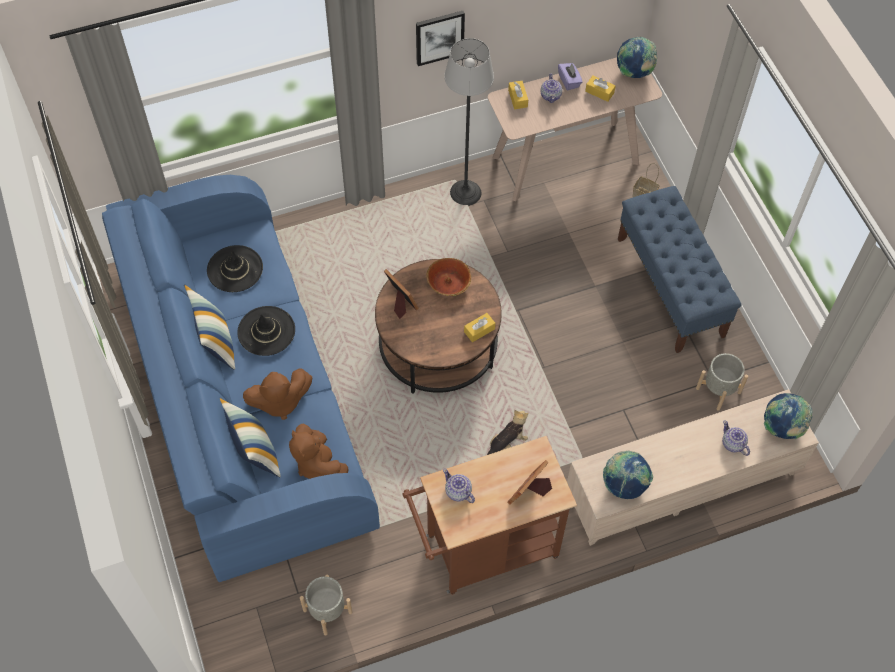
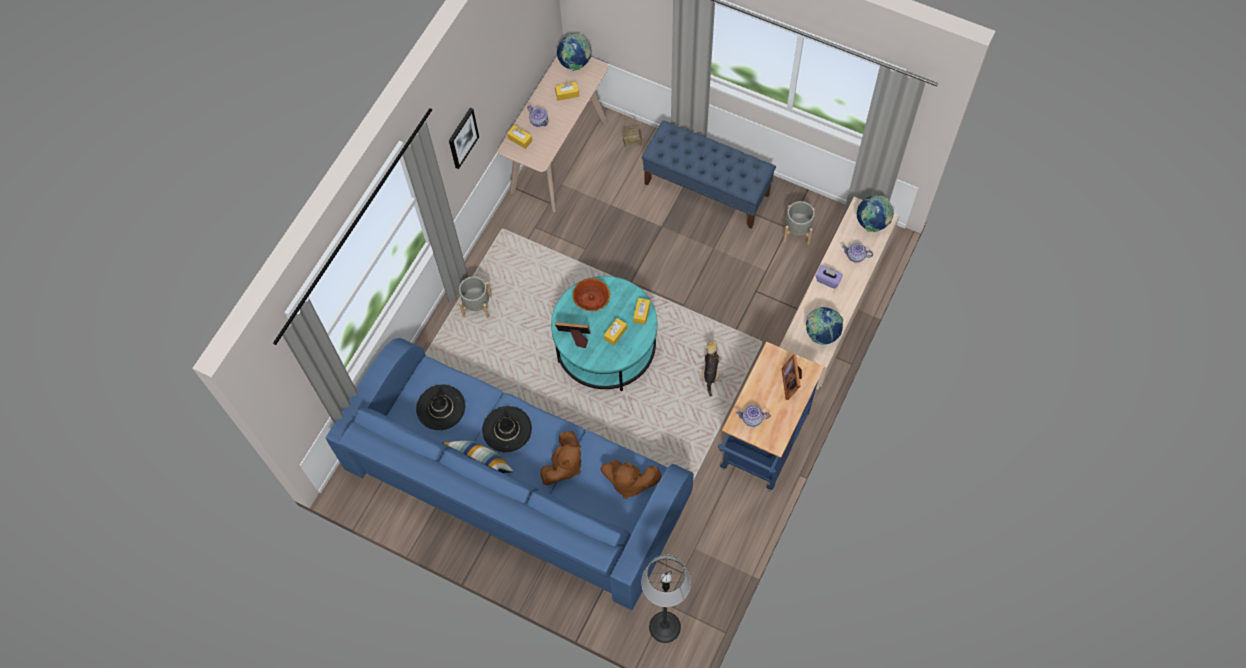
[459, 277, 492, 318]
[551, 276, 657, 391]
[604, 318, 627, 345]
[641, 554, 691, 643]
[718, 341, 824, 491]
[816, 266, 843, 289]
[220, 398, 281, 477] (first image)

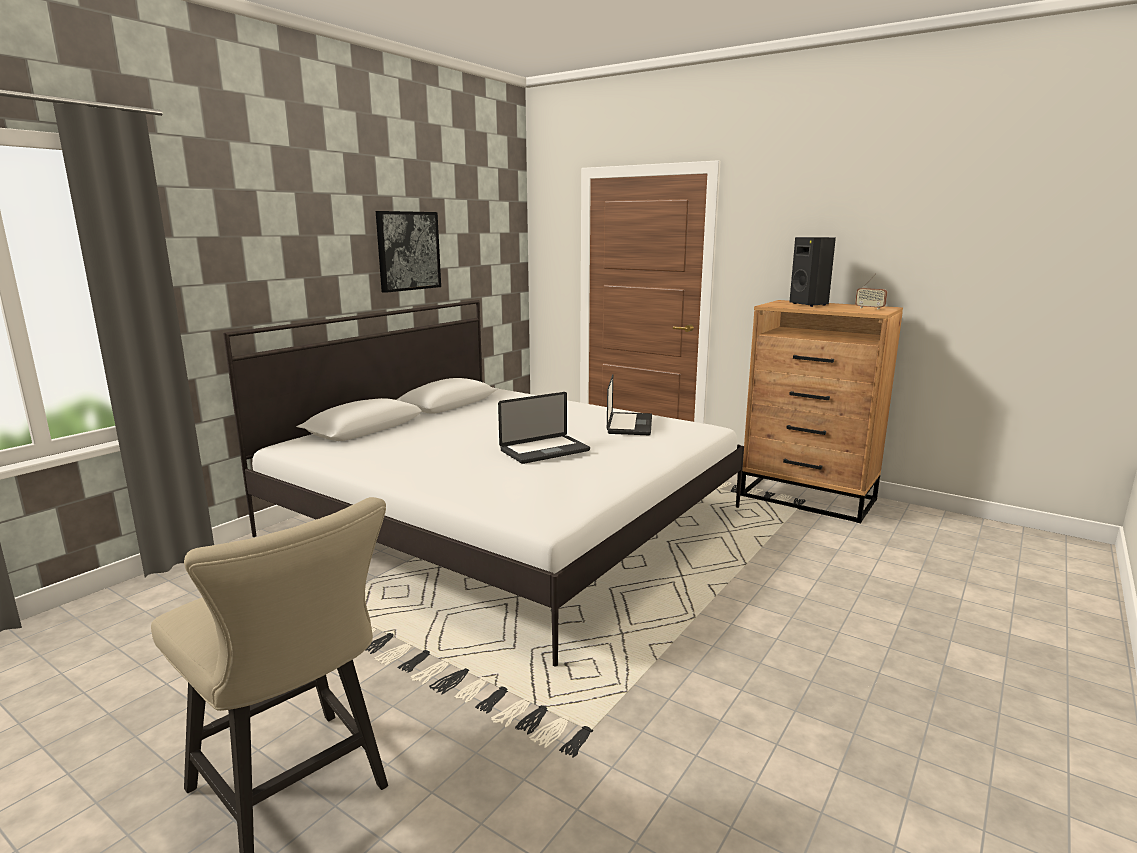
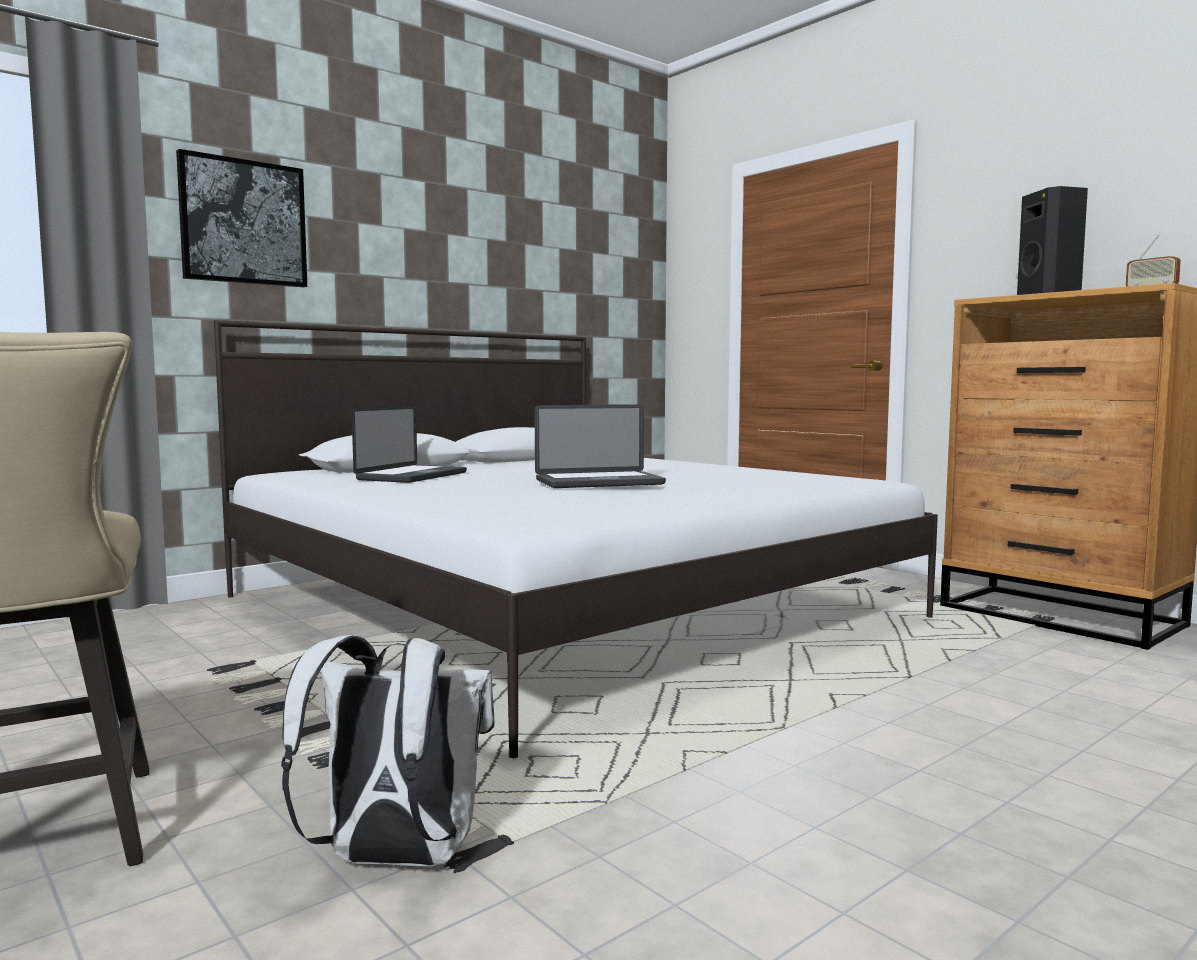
[176, 149, 307, 287]
[281, 635, 495, 866]
[352, 406, 467, 483]

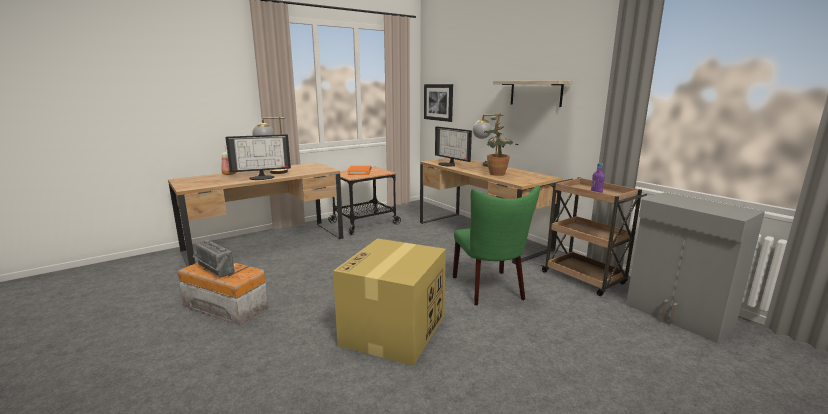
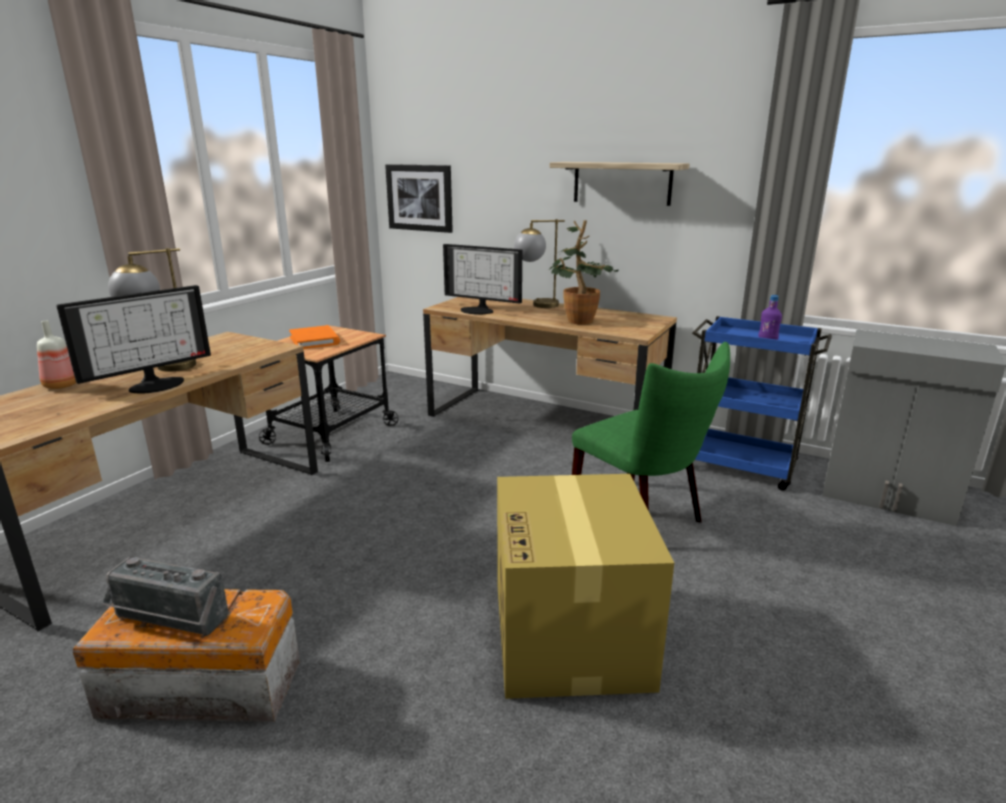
[685, 316, 832, 490]

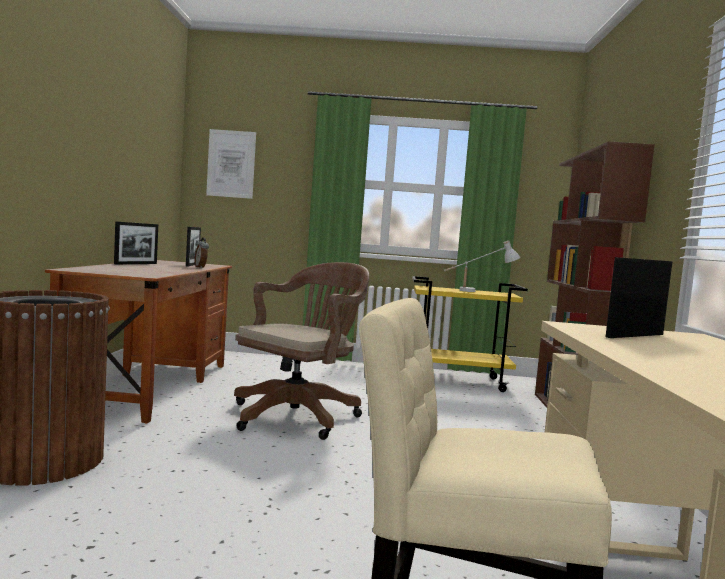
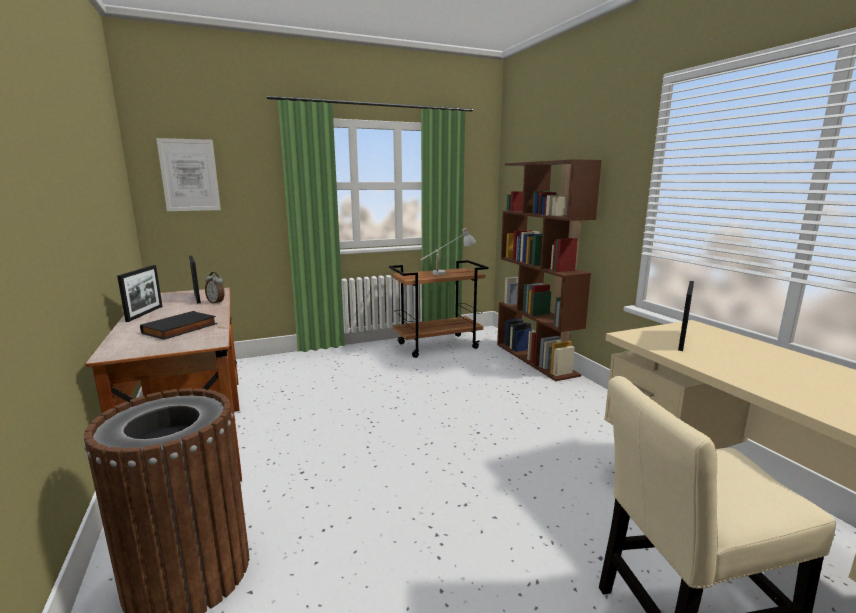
[140, 311, 217, 340]
[389, 260, 489, 358]
[234, 262, 369, 440] (first image)

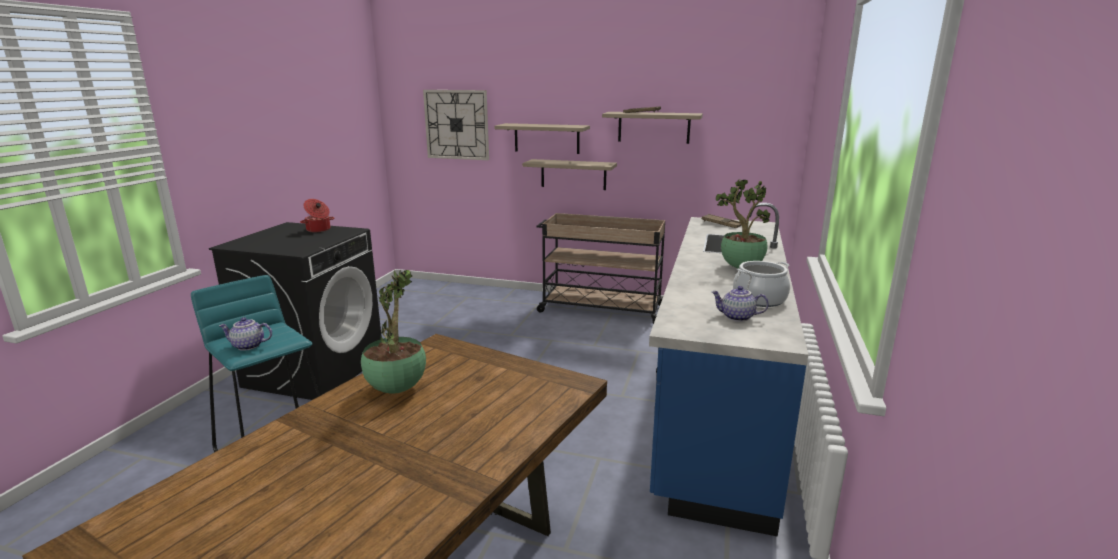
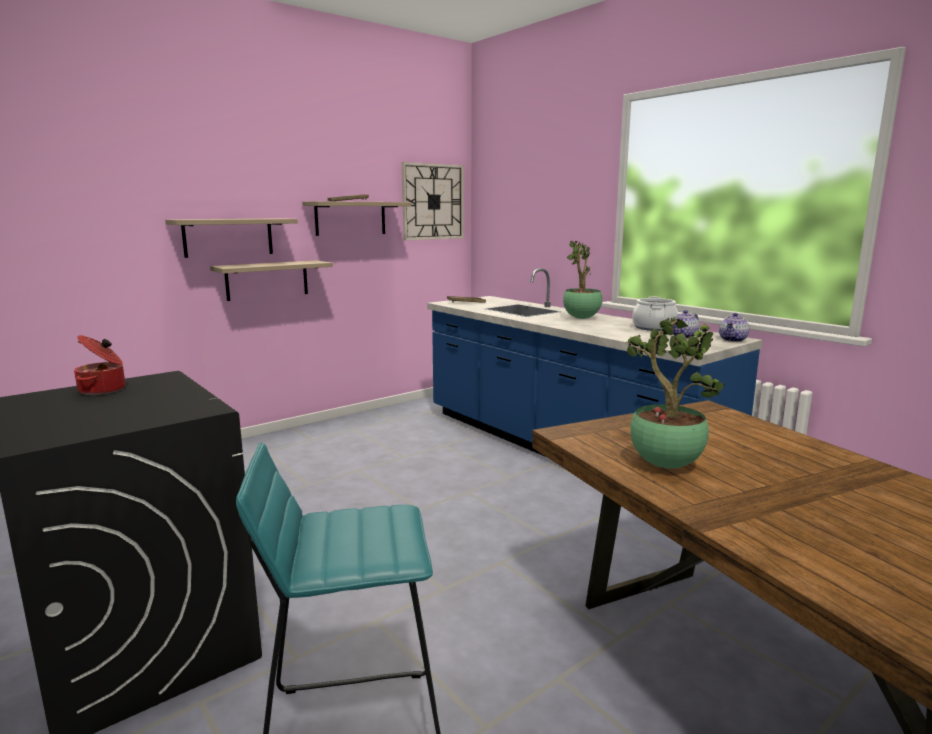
[402, 162, 464, 241]
[719, 313, 749, 342]
[537, 213, 665, 324] (first image)

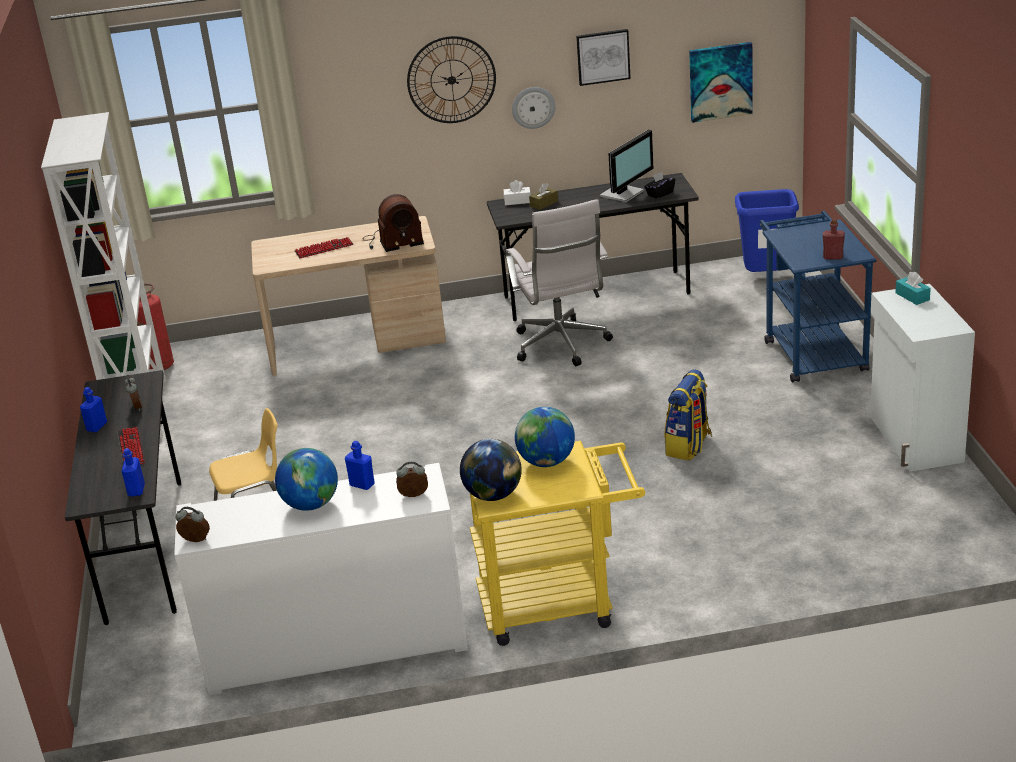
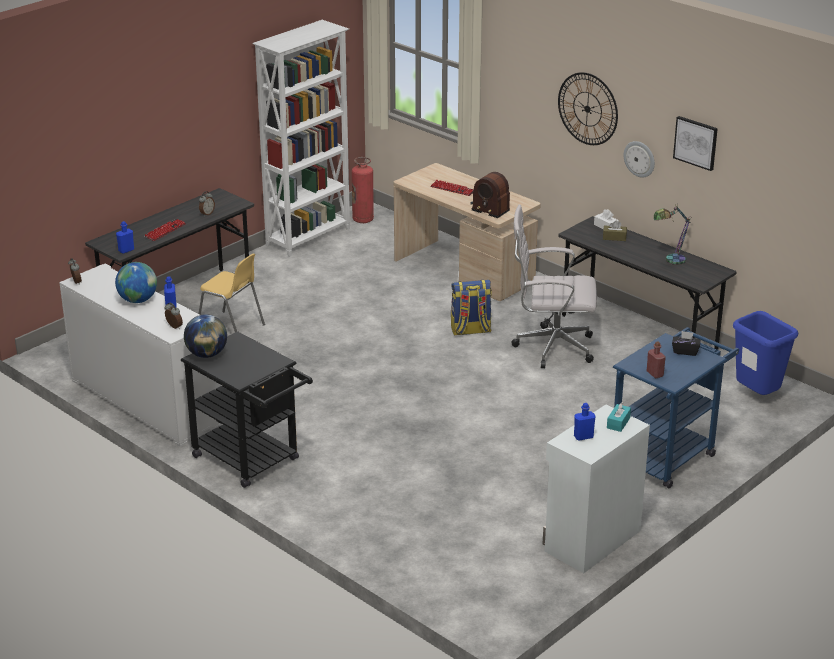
[181, 331, 313, 488]
[451, 280, 492, 336]
[511, 205, 597, 368]
[574, 403, 595, 441]
[654, 206, 691, 265]
[672, 331, 701, 356]
[515, 407, 575, 467] (first image)
[689, 42, 753, 123] (first image)

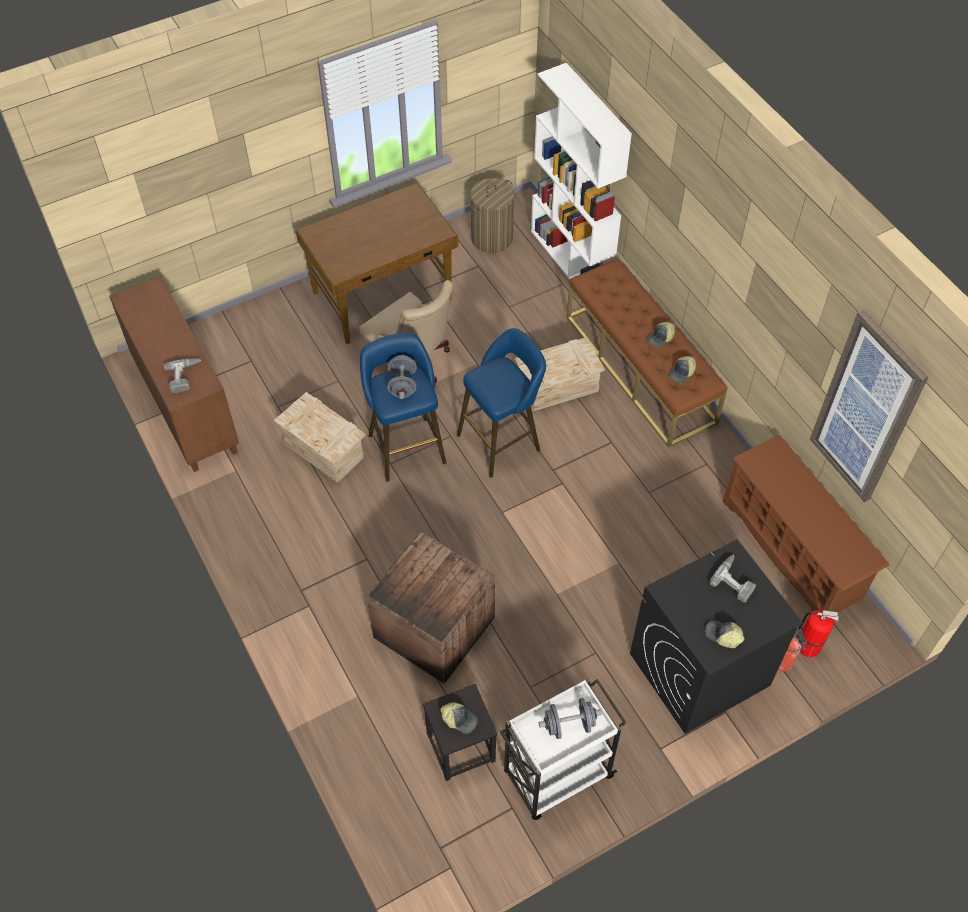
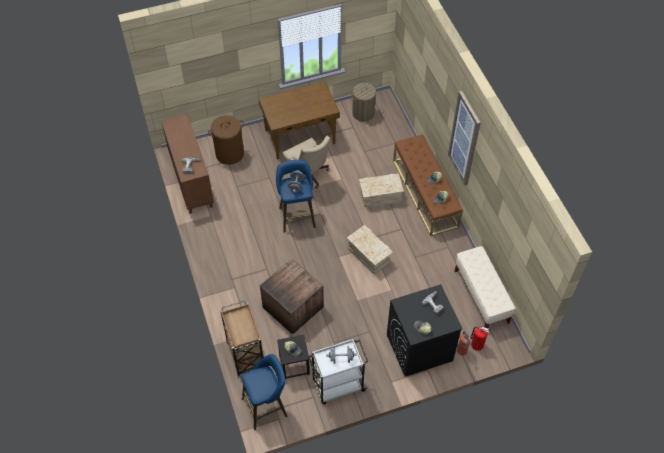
[208, 115, 244, 165]
[220, 301, 263, 379]
[242, 354, 287, 430]
[347, 225, 393, 275]
[448, 91, 481, 185]
[455, 246, 516, 328]
[531, 63, 632, 280] (first image)

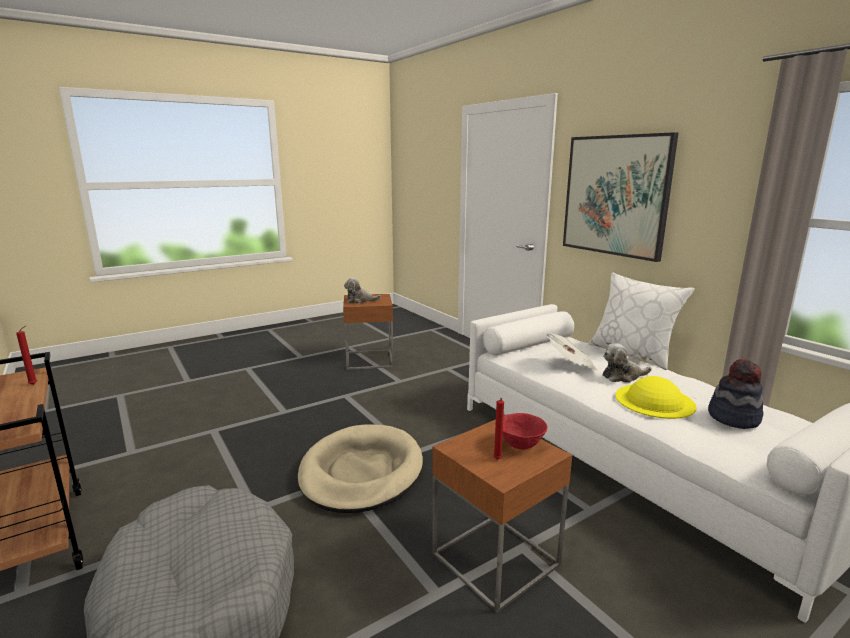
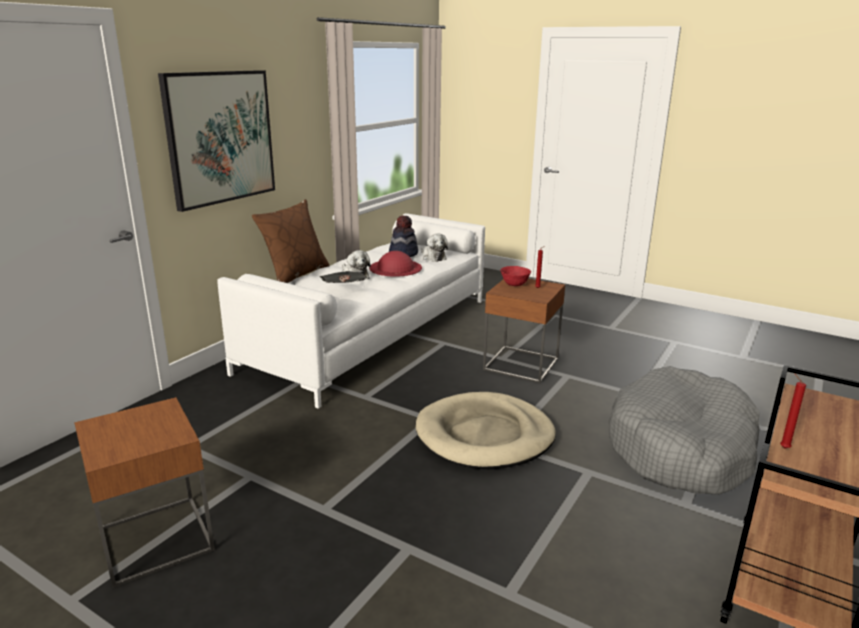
[252, 199, 330, 283]
[369, 251, 422, 277]
[421, 234, 448, 262]

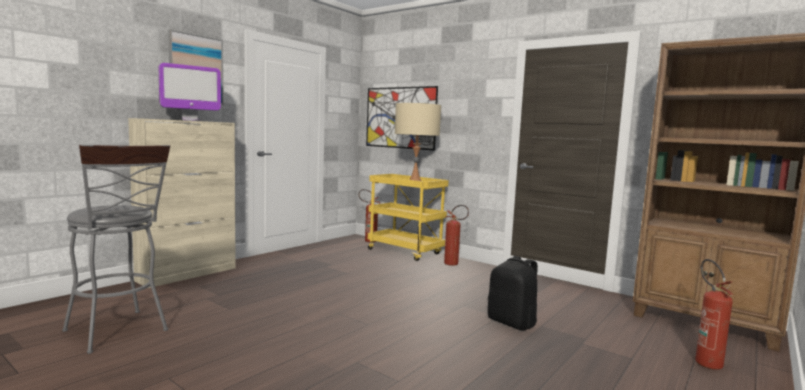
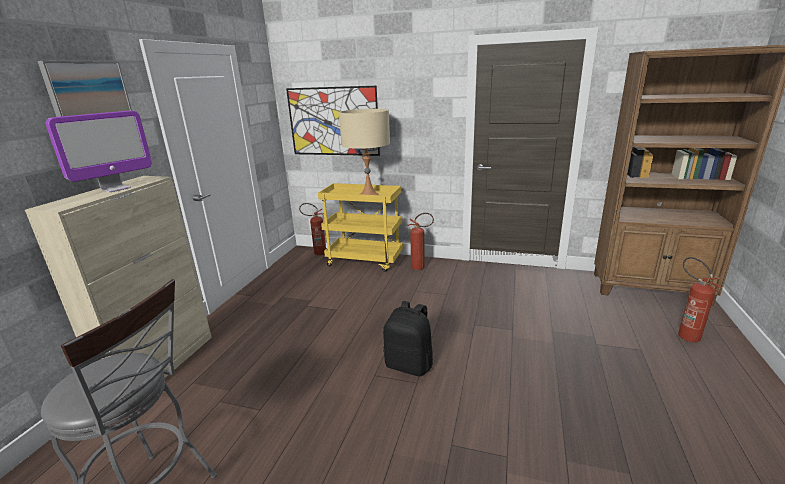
[383, 301, 433, 376]

